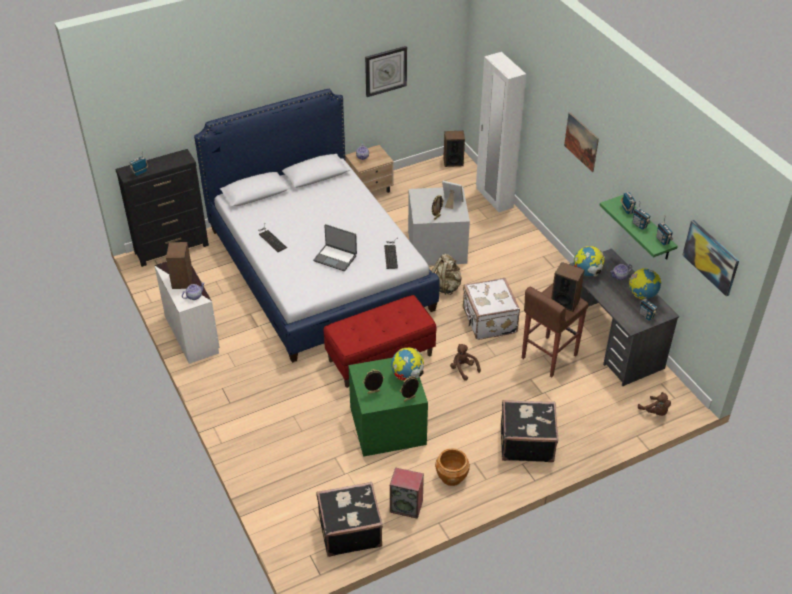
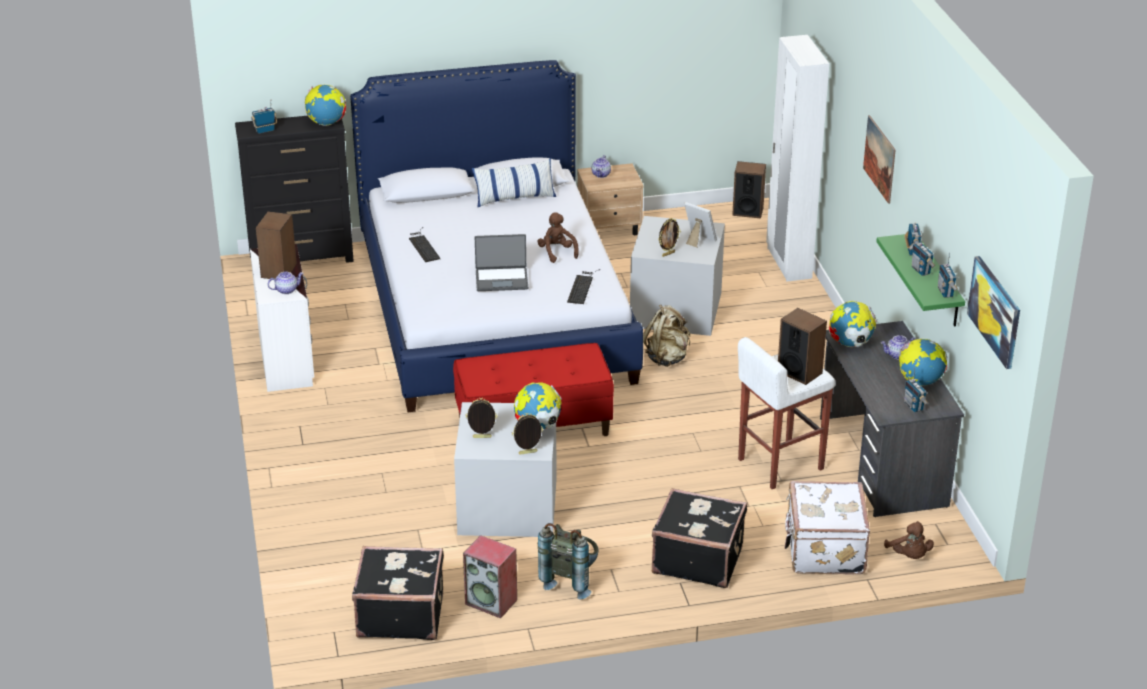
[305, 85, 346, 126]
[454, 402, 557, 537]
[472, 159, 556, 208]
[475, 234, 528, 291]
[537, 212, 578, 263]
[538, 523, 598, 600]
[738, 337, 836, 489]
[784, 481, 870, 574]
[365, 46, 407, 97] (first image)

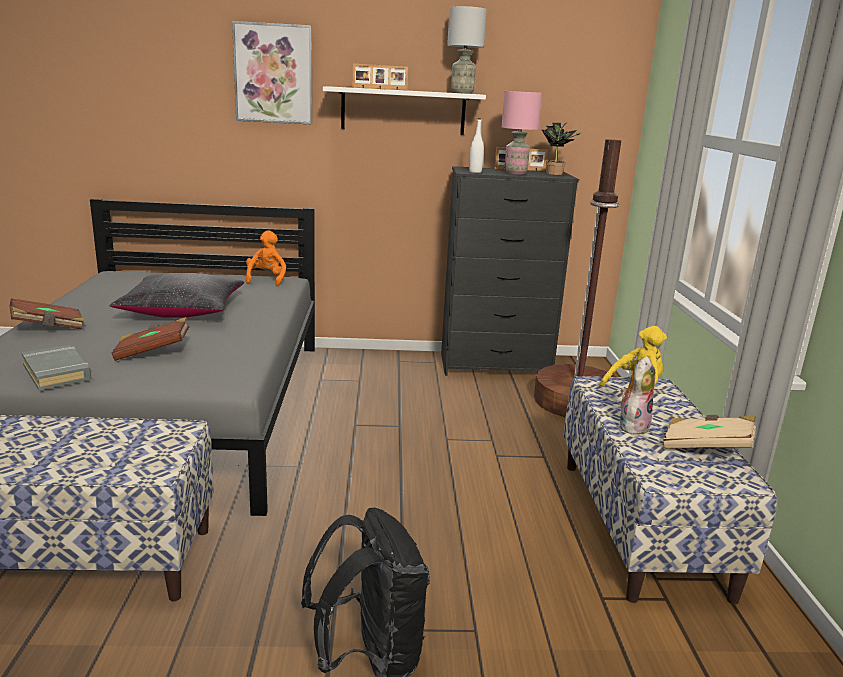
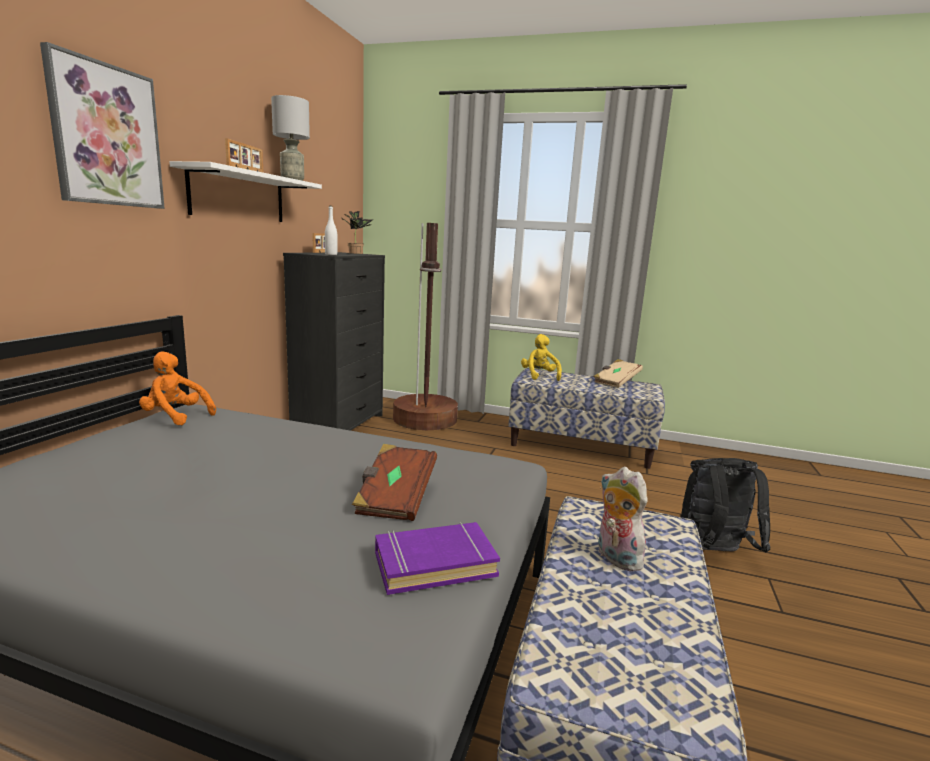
[375, 522, 500, 595]
[598, 467, 649, 571]
[10, 298, 85, 330] (first image)
[109, 273, 244, 318] (first image)
[502, 91, 542, 175] (first image)

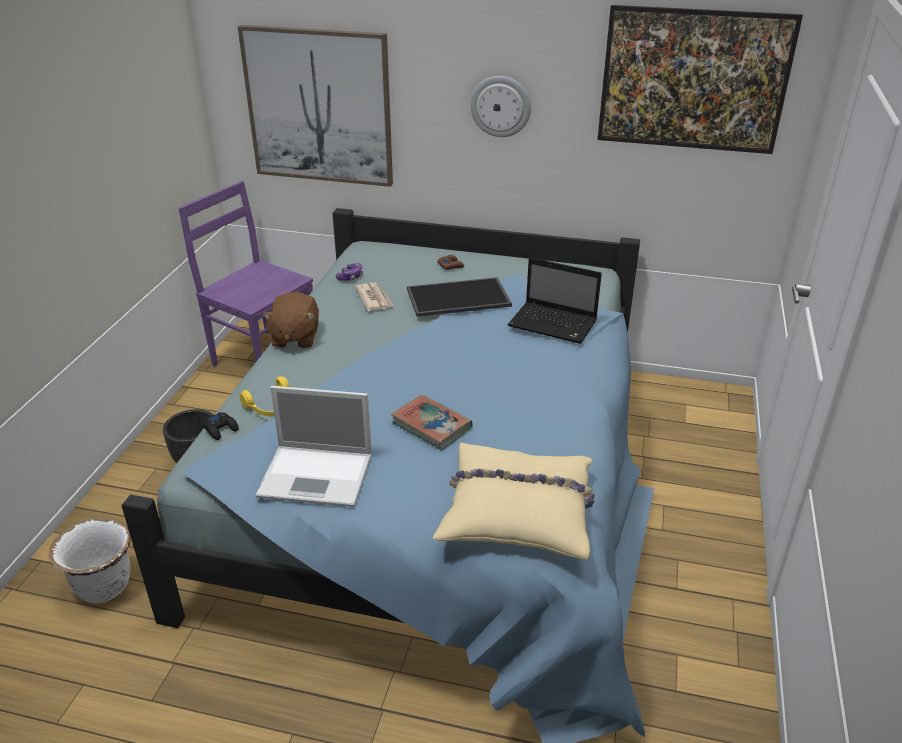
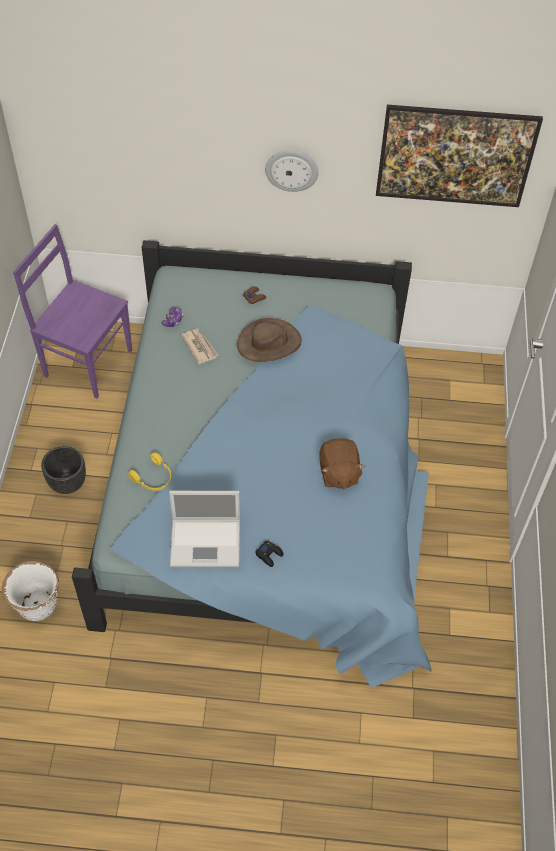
[237, 318, 302, 362]
[256, 541, 283, 567]
[319, 438, 365, 490]
[238, 25, 393, 187] (first image)
[391, 395, 472, 450] (first image)
[433, 443, 595, 560] (first image)
[508, 257, 602, 344] (first image)

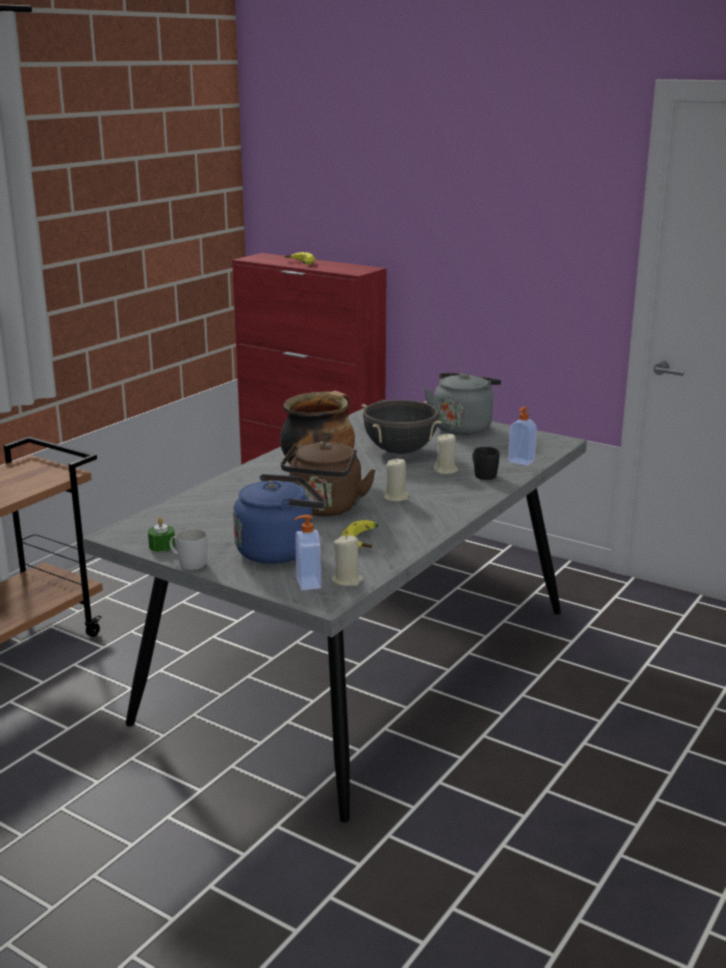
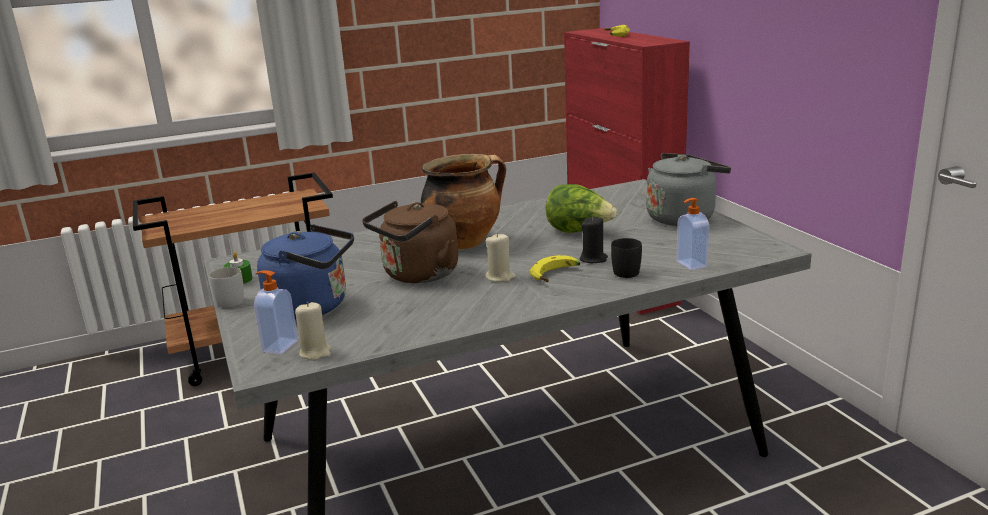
[530, 255, 580, 282]
[546, 184, 617, 233]
[579, 217, 608, 263]

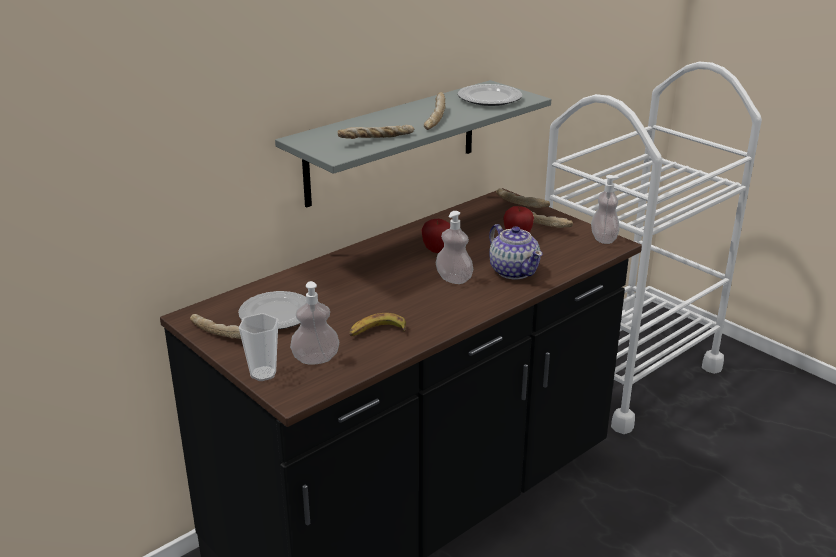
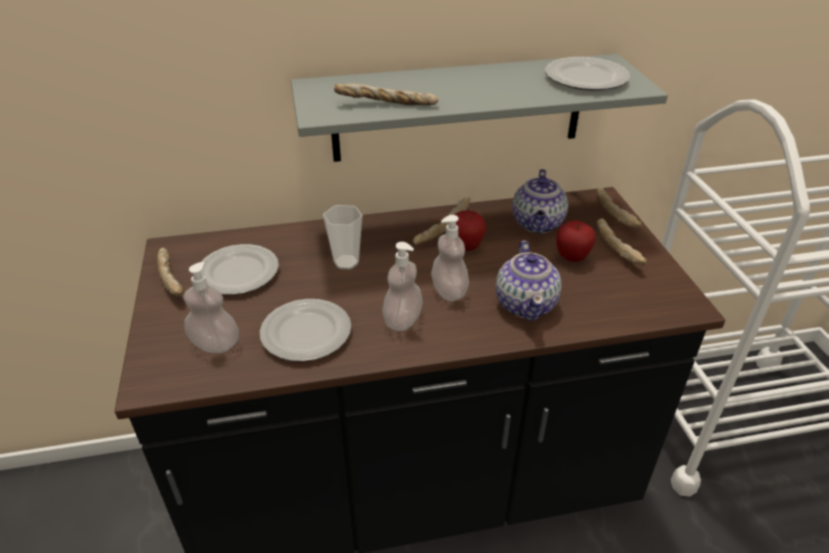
[260, 299, 351, 362]
[323, 205, 362, 270]
[382, 242, 423, 331]
[413, 197, 470, 245]
[512, 169, 568, 233]

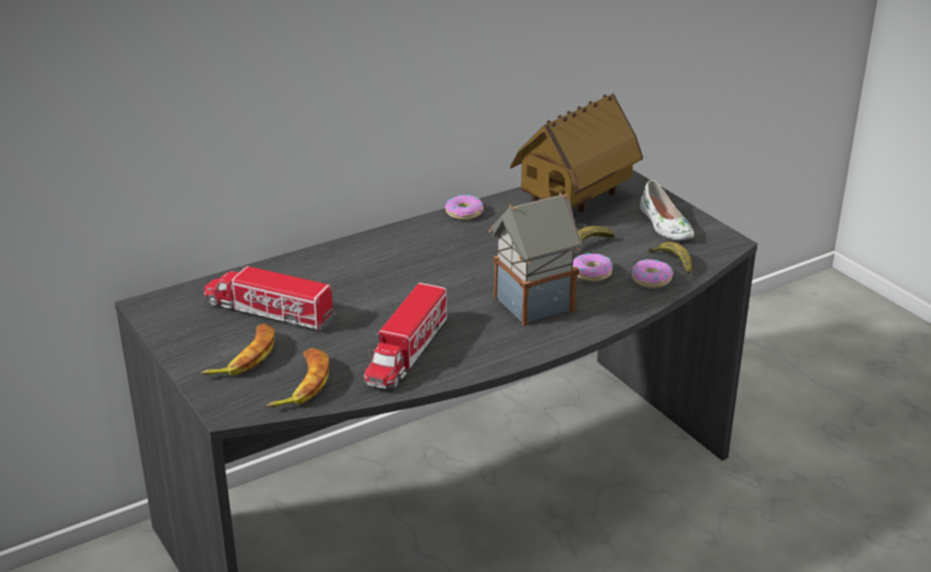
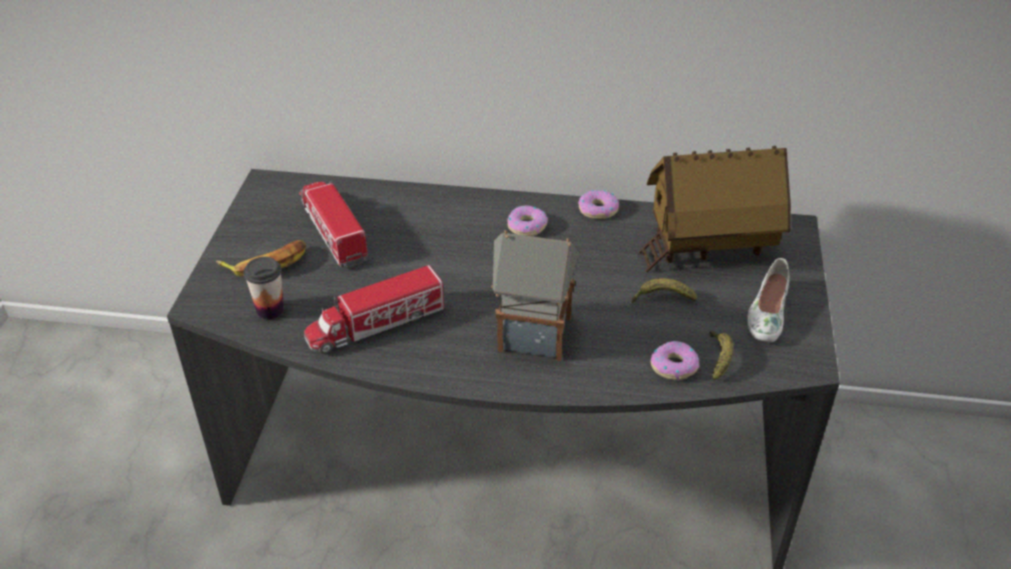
[244, 257, 284, 320]
[508, 205, 548, 236]

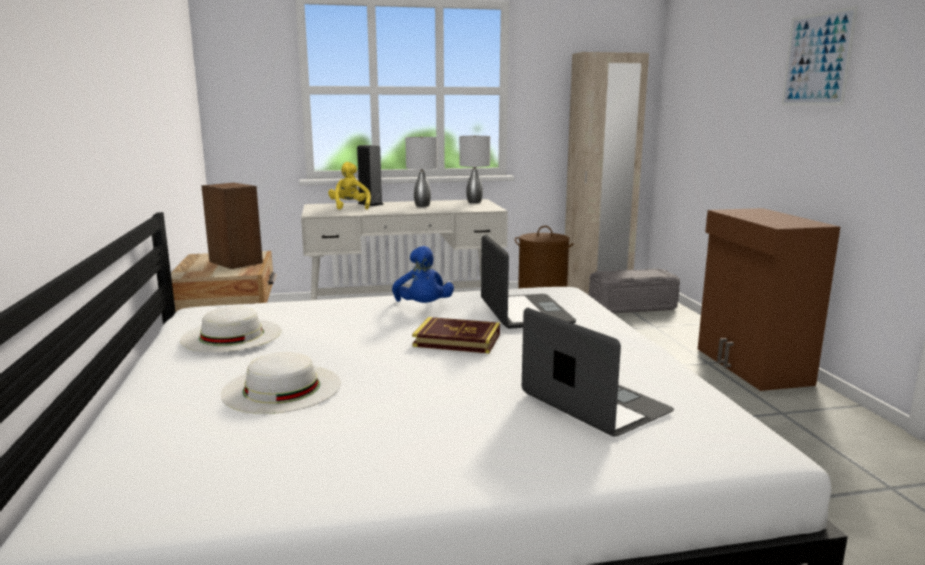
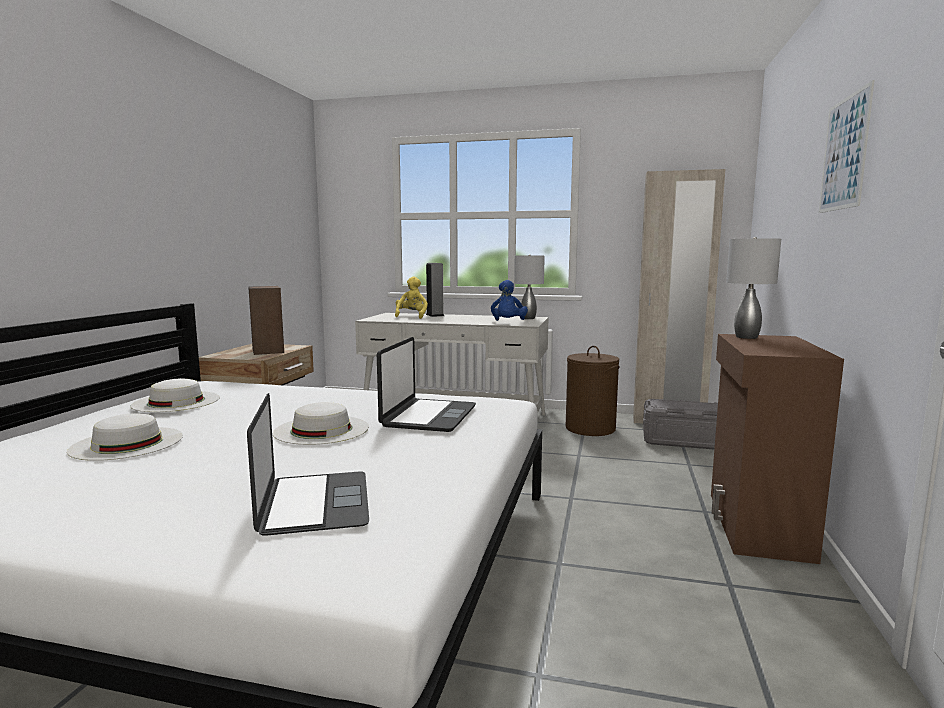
[273, 402, 369, 445]
[491, 280, 528, 321]
[726, 237, 781, 339]

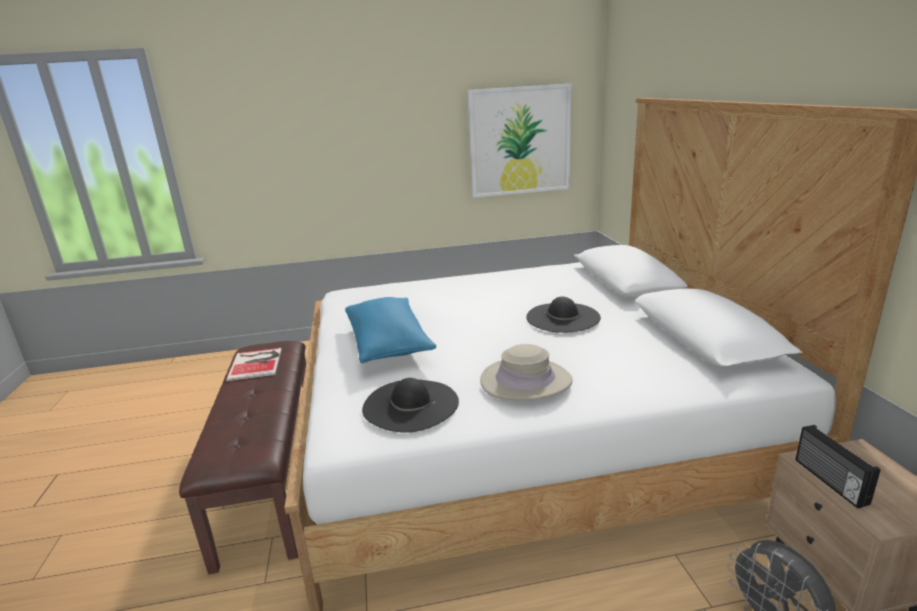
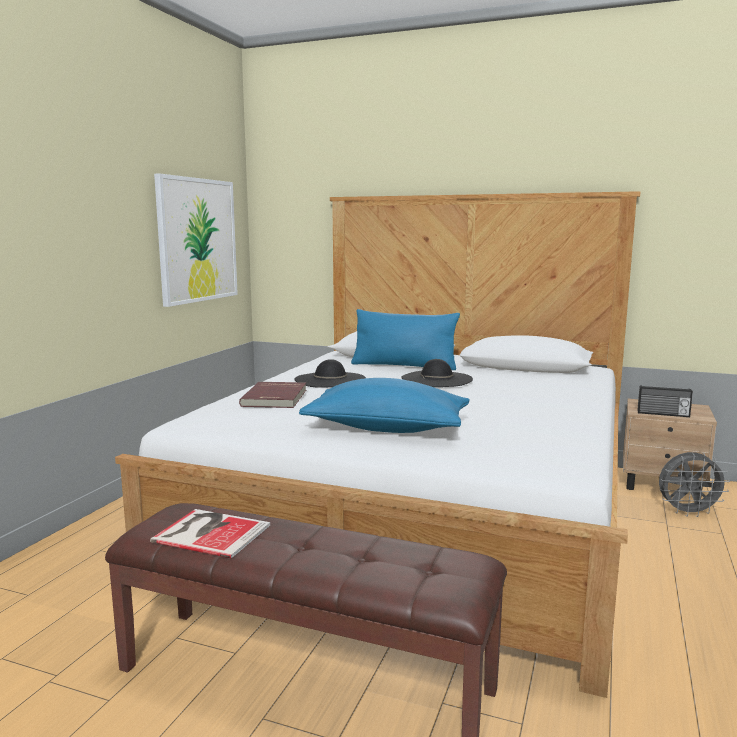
[239, 382, 306, 408]
[294, 359, 366, 388]
[351, 309, 460, 370]
[480, 344, 573, 401] (first image)

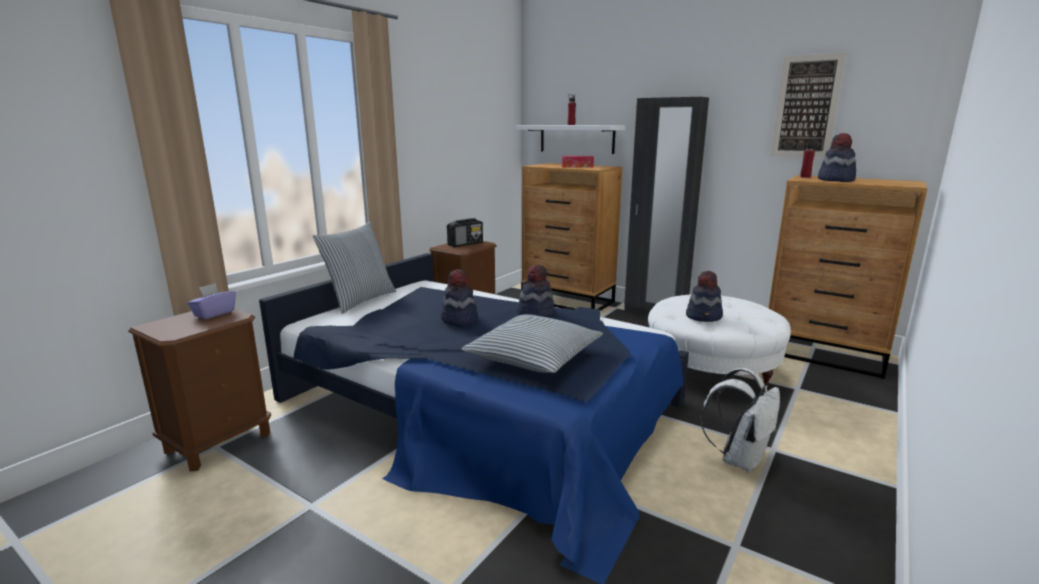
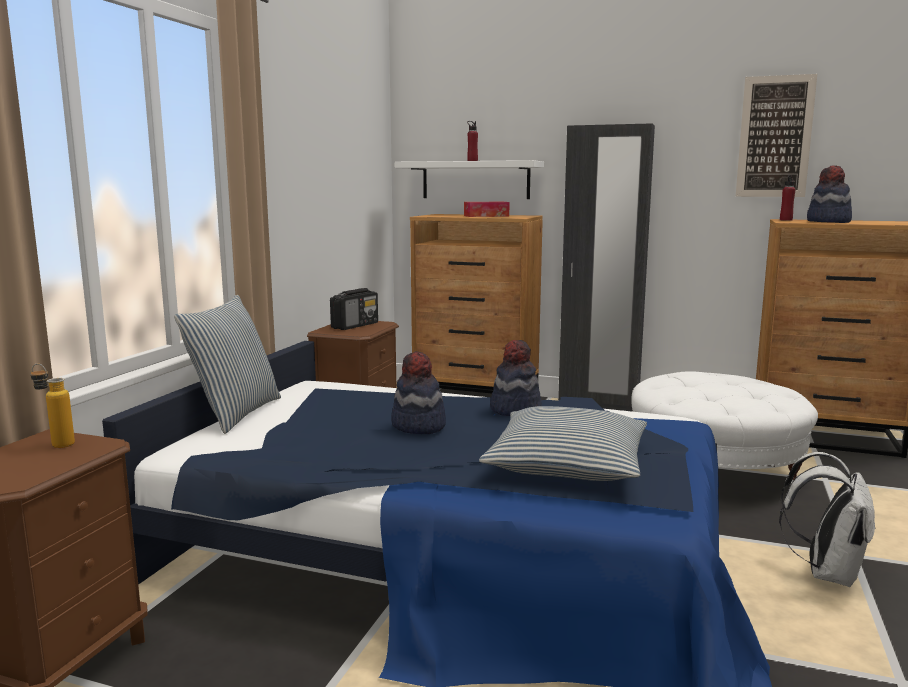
[31, 364, 75, 448]
[686, 271, 723, 322] (first image)

